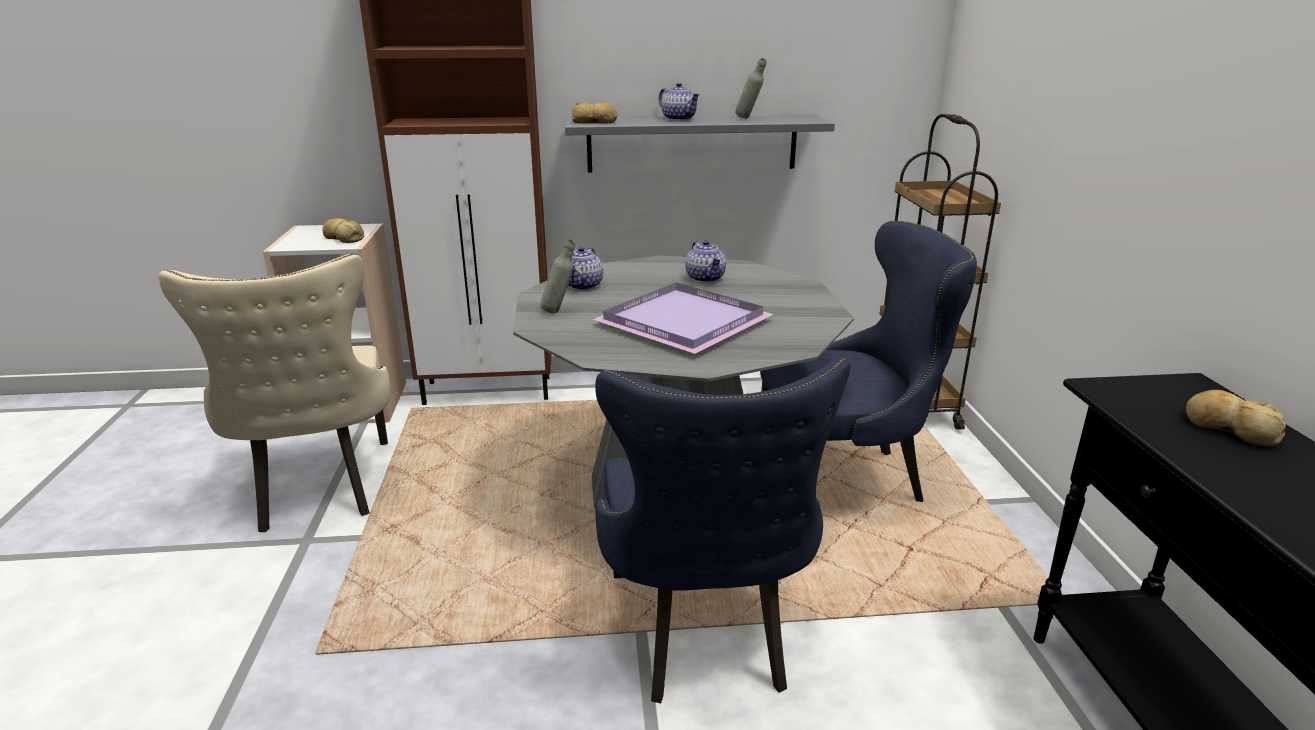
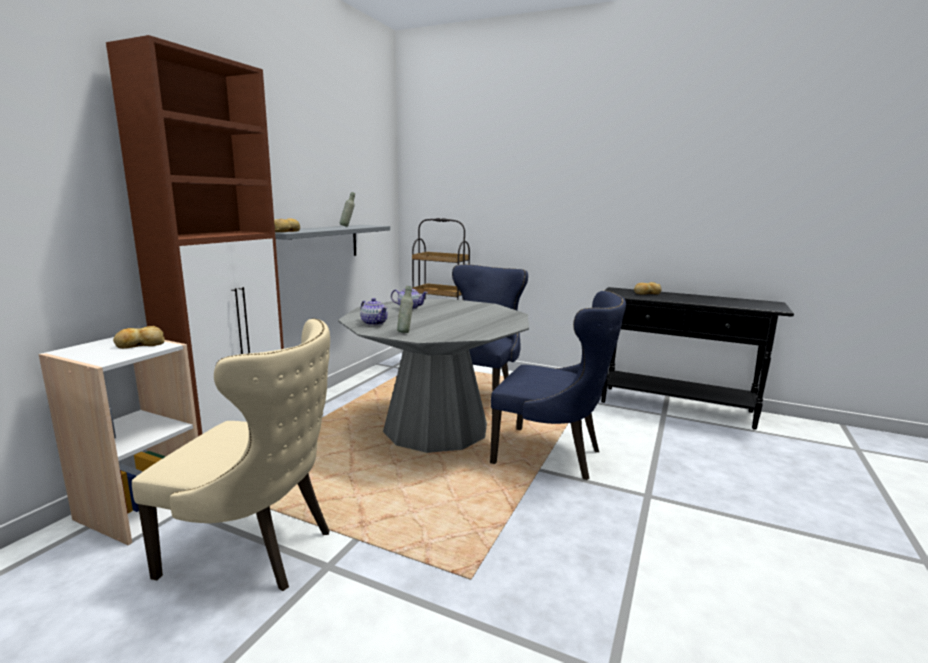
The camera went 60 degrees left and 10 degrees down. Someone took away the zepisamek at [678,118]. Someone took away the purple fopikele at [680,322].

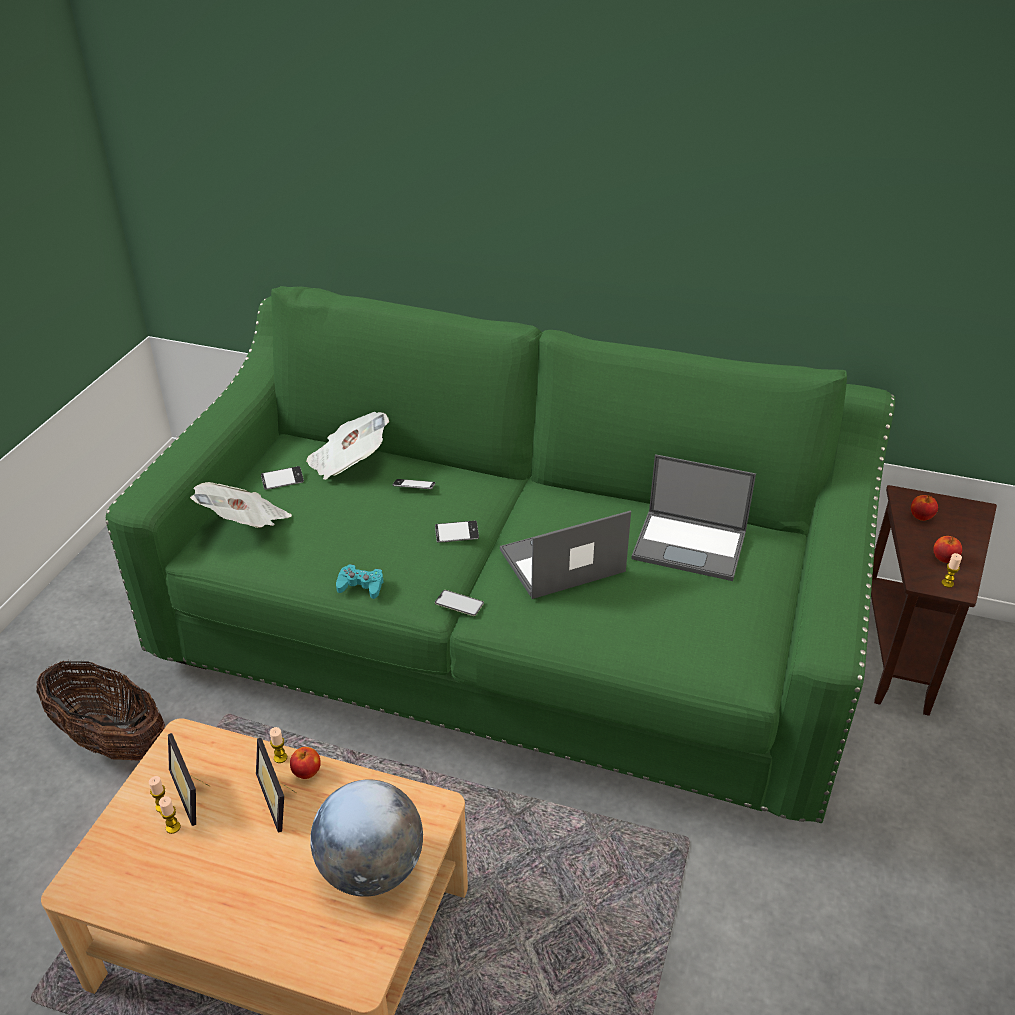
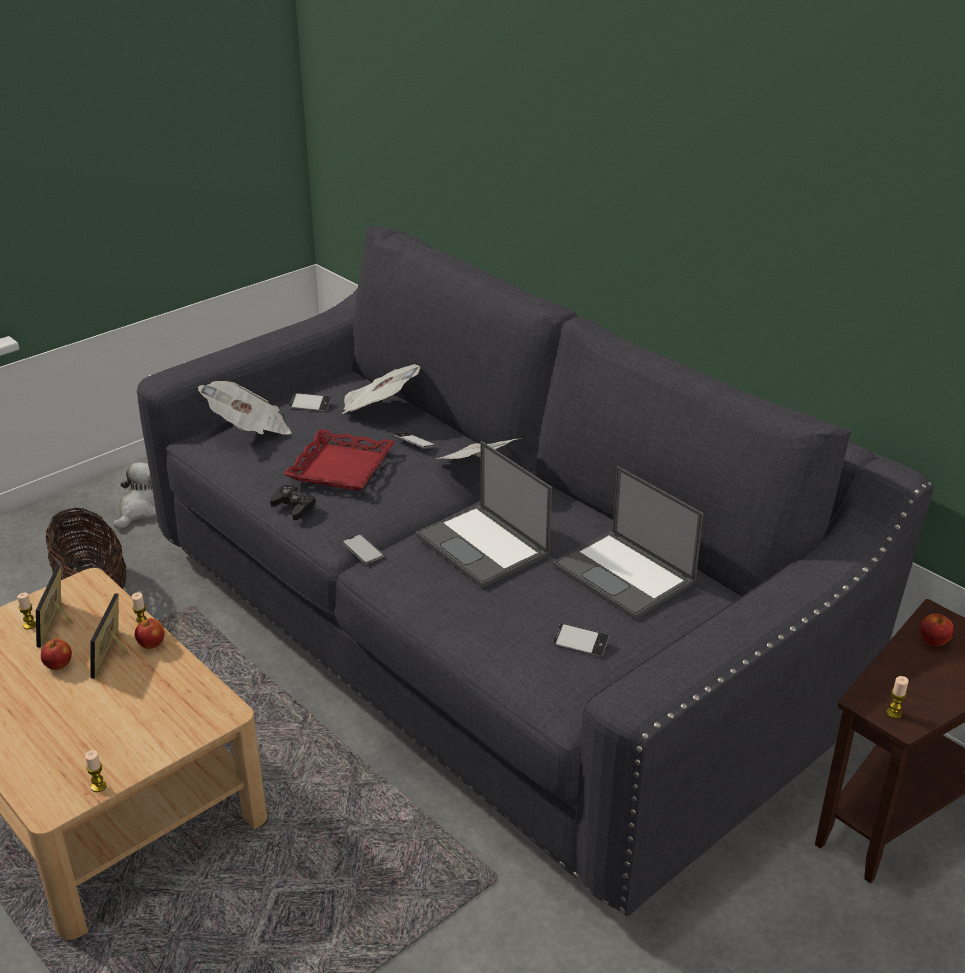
The camera went 30 degrees right and 5 degrees down. Someone repainted the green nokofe at [509,635], which became the grey nokofe at [484,634]. Someone rotated the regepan at [561,561] by 135 degrees counterclockwise. Someone carried the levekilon from [457,534] to [580,644]. Someone carried the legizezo from [944,558] to [58,665]. Someone repainted the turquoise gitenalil at [361,586], which became the black gitenalil at [294,507]. Someone took away the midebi at [371,869]. Someone carried the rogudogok from [173,827] to [98,786]. Someone put down the red fopikele at [340,467]. Someone put down the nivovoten at [478,469]. Someone put down the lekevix at [140,510].

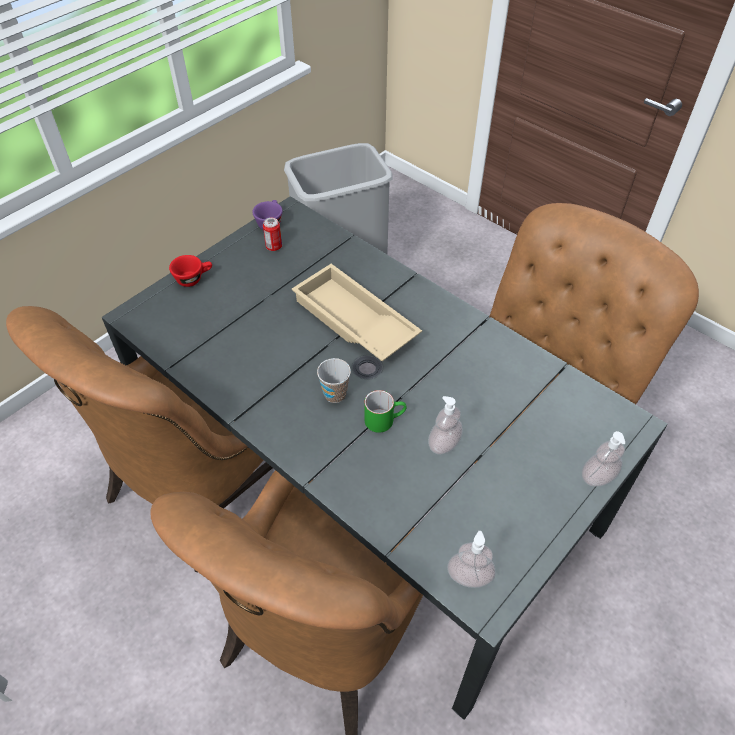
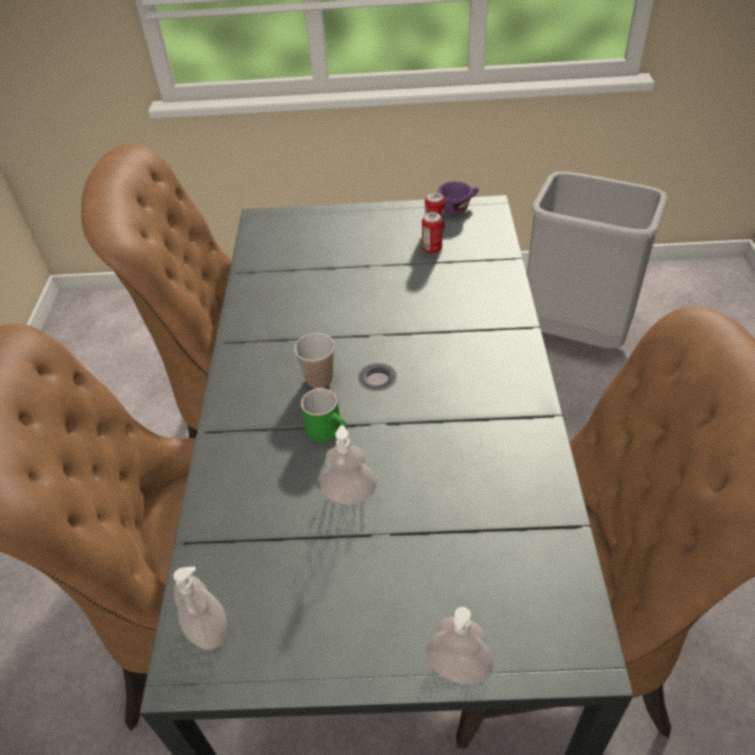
The camera went 50 degrees right and 5 degrees down. Someone took away the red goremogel at [193,278]. Someone took away the beige fopikele at [352,321]. Someone put down the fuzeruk at [432,249].

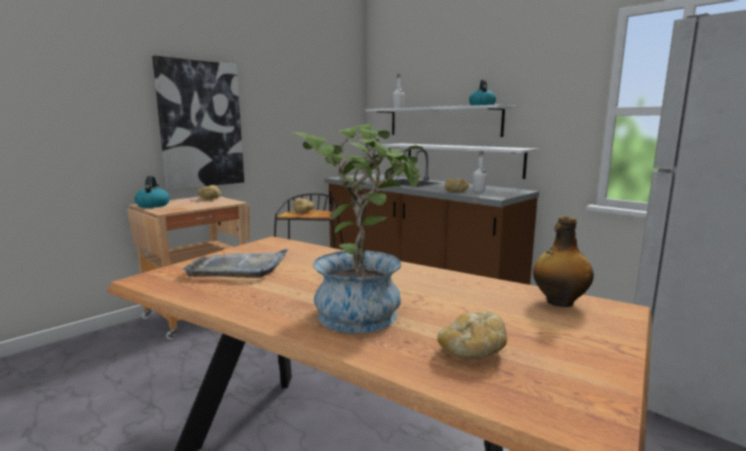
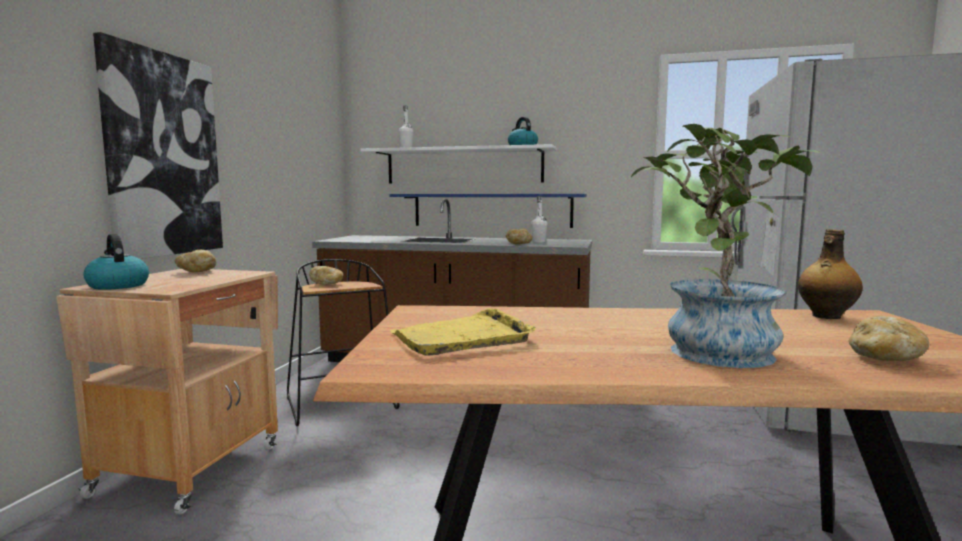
The camera went 30 degrees left and 5 degrees down. Someone repainted the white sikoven at [461,159], which became the blue sikoven at [491,210]. Someone repainted the grey fopikele at [240,267], which became the yellow fopikele at [462,337].

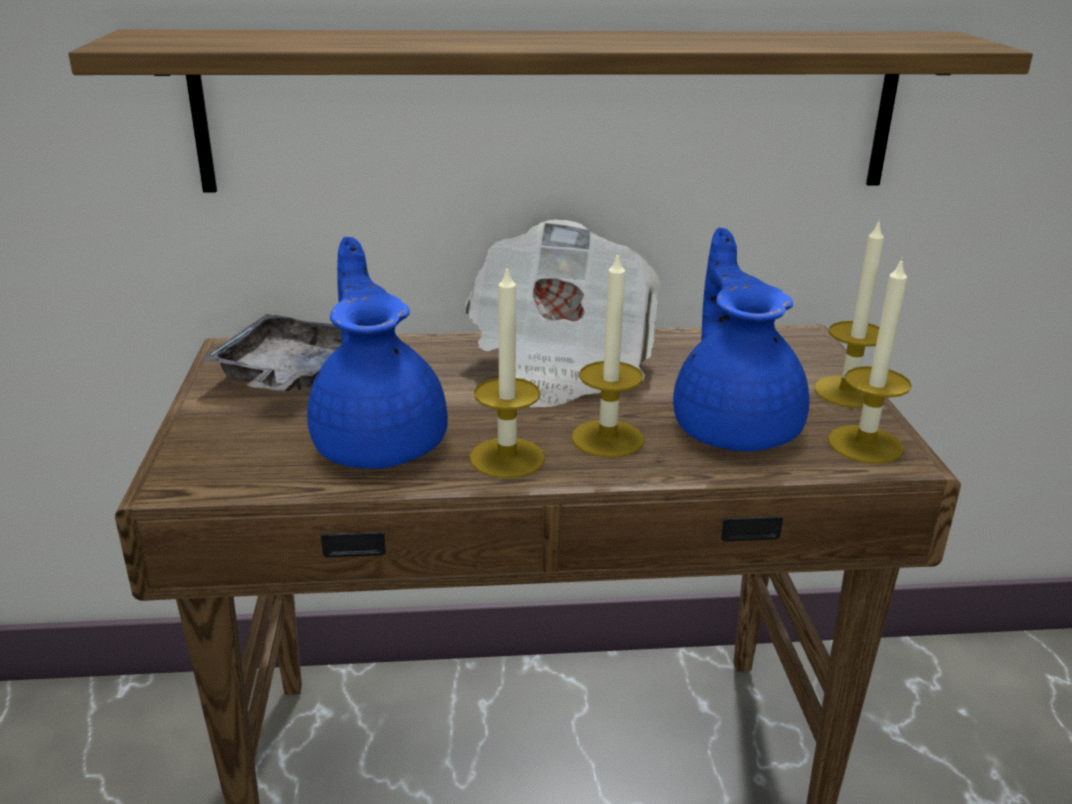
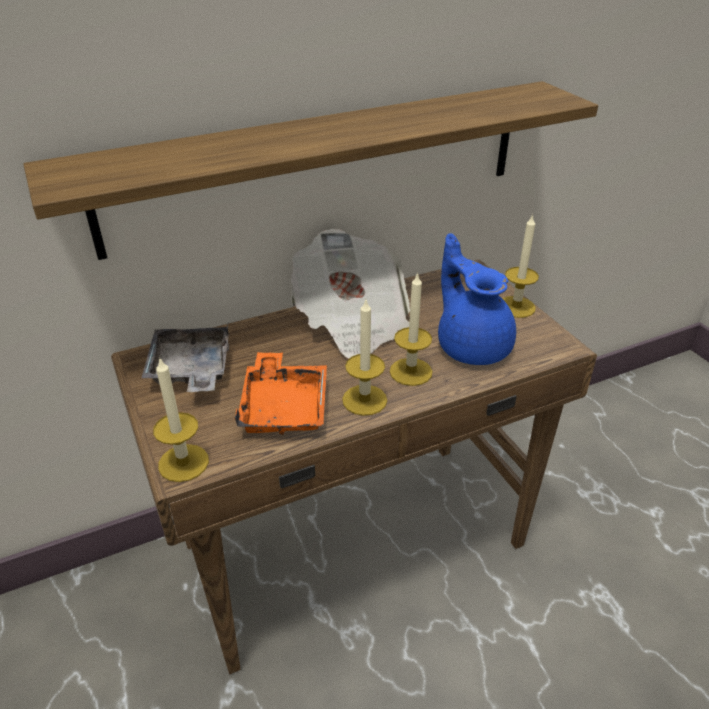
The camera went 20 degrees left and 10 degrees up. Someone swapped the blue zepisamek at [380,441] for the orange fopikele at [284,407]. Someone carried the rogudogok from [865,444] to [183,463].

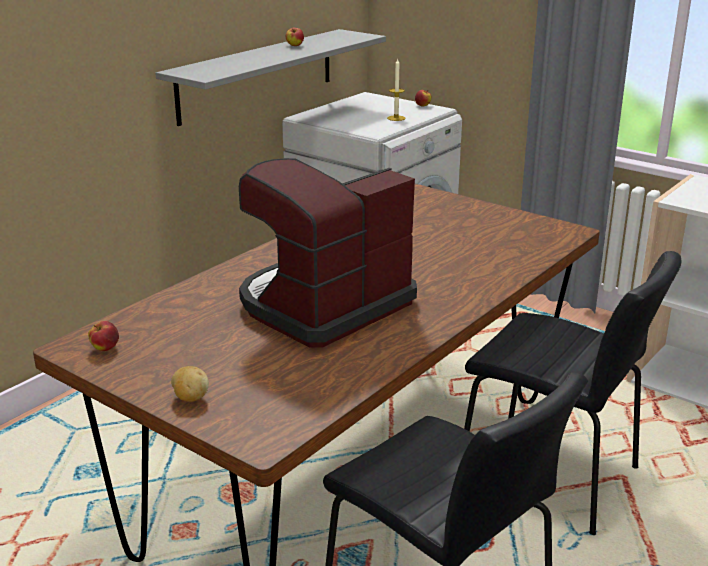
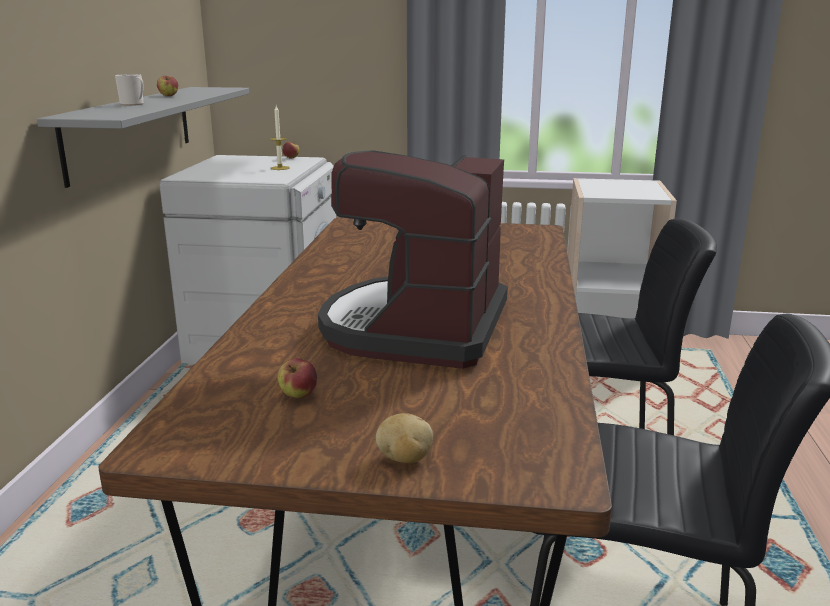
The camera went 30 degrees left and 5 degrees down. Someone carried the legizezo from [105,348] to [298,396]. Someone put down the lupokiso at [134,104].

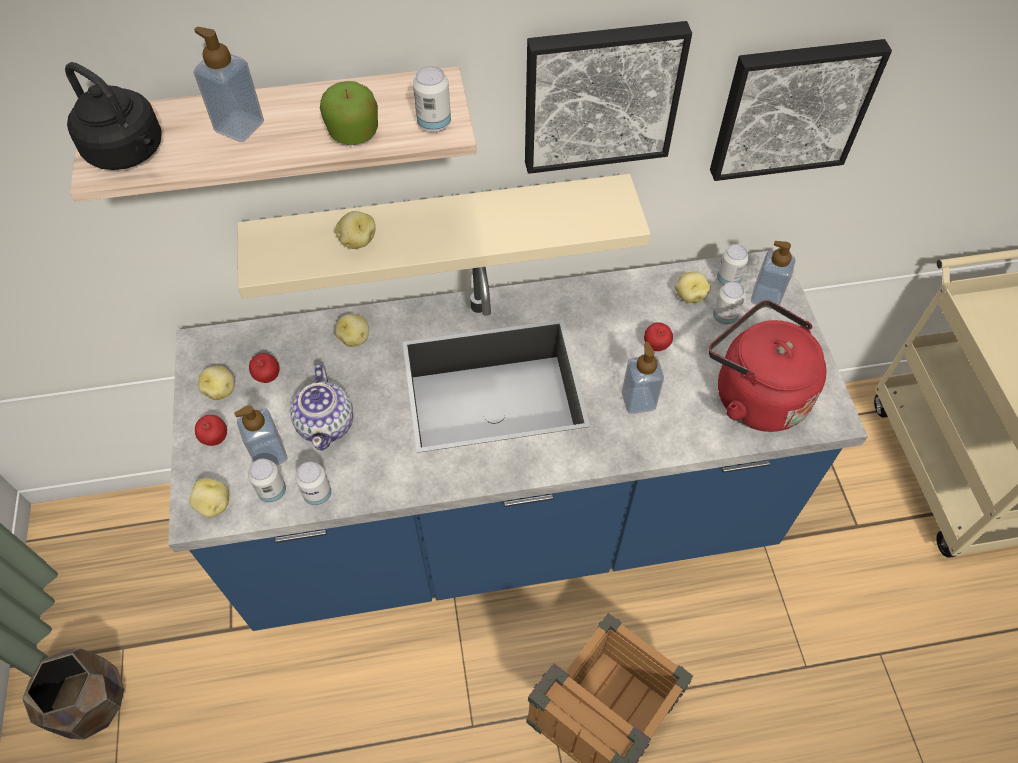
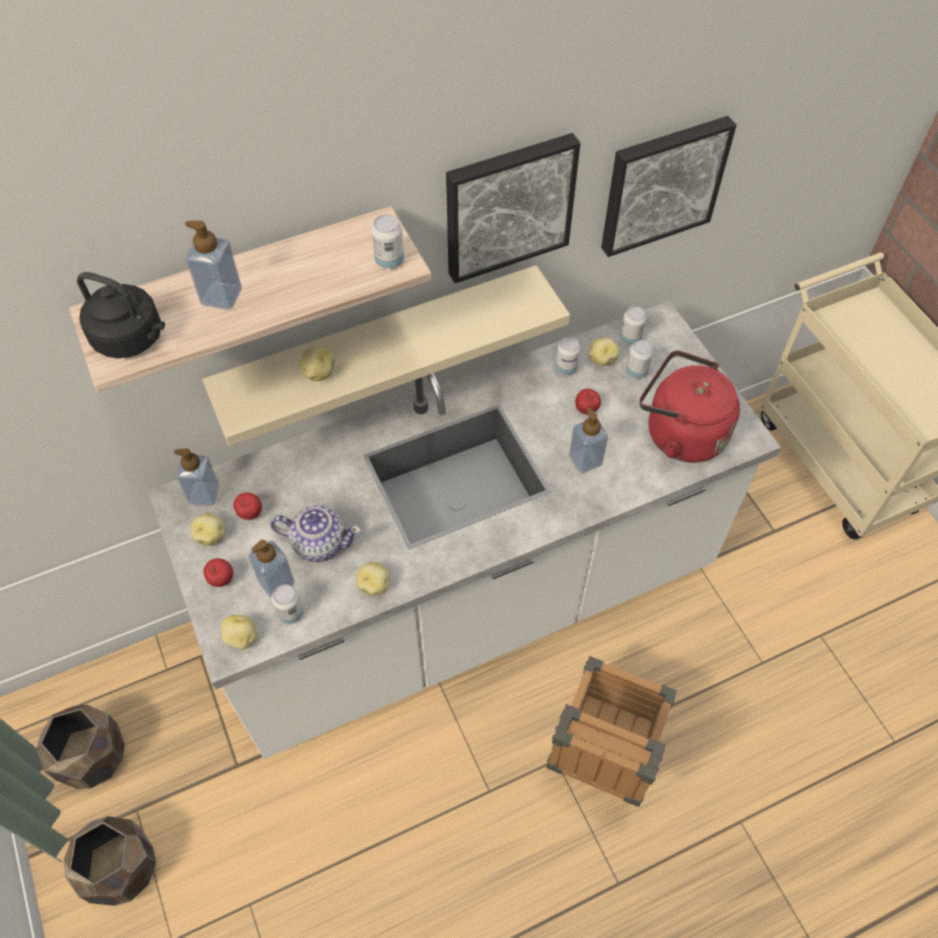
The camera went 15 degrees left and 0 degrees up. Someone took away the legizezo at [353,133]. Someone carried the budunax from [766,297] to [204,494]. Someone repainted the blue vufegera at [509,522], which became the white vufegera at [469,602]. Someone carried the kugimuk from [354,338] to [374,584]. Someone rotated the zepisamek at [326,423] by 60 degrees counterclockwise. Someone carried the fuzeruk from [317,494] to [566,368]. Someone put down the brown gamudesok at [92,757].

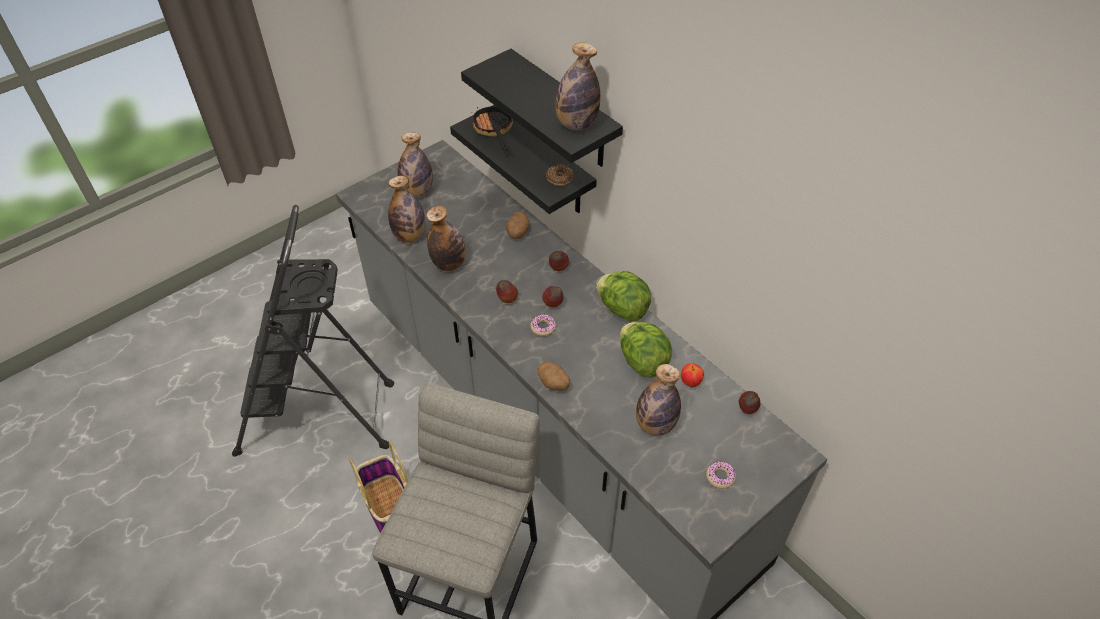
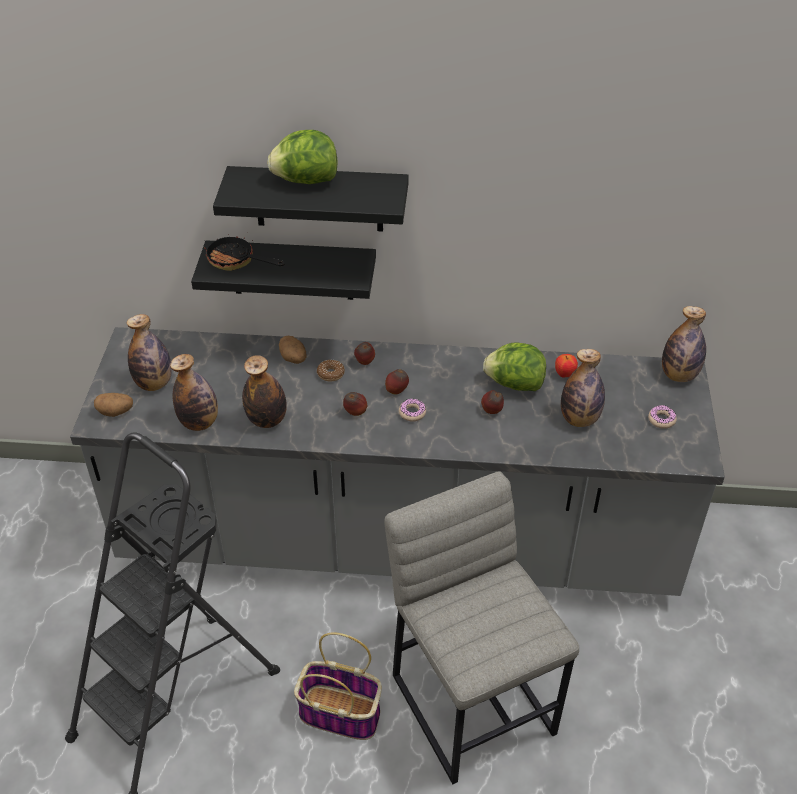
The camera went 45 degrees left and 5 degrees down. Someone carried the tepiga from [576,124] to [678,375]. Someone carried the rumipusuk from [559,178] to [331,374]. Someone carried the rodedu from [622,308] to [305,181]. Someone carried the kugimuk from [554,383] to [116,412]. Someone carried the legizezo from [747,410] to [492,412].

